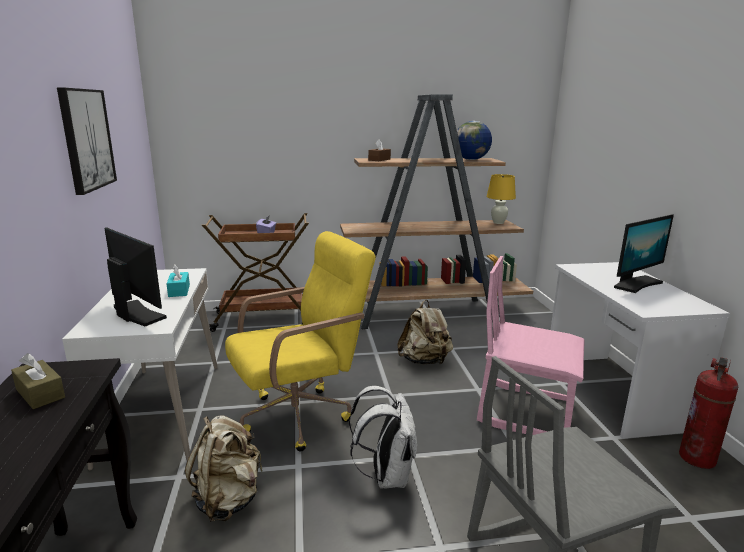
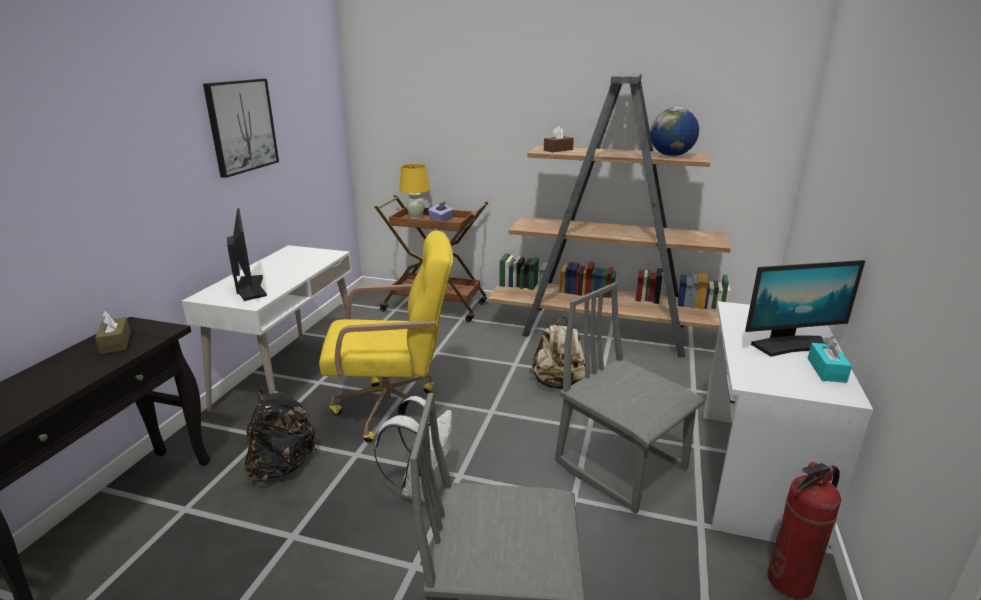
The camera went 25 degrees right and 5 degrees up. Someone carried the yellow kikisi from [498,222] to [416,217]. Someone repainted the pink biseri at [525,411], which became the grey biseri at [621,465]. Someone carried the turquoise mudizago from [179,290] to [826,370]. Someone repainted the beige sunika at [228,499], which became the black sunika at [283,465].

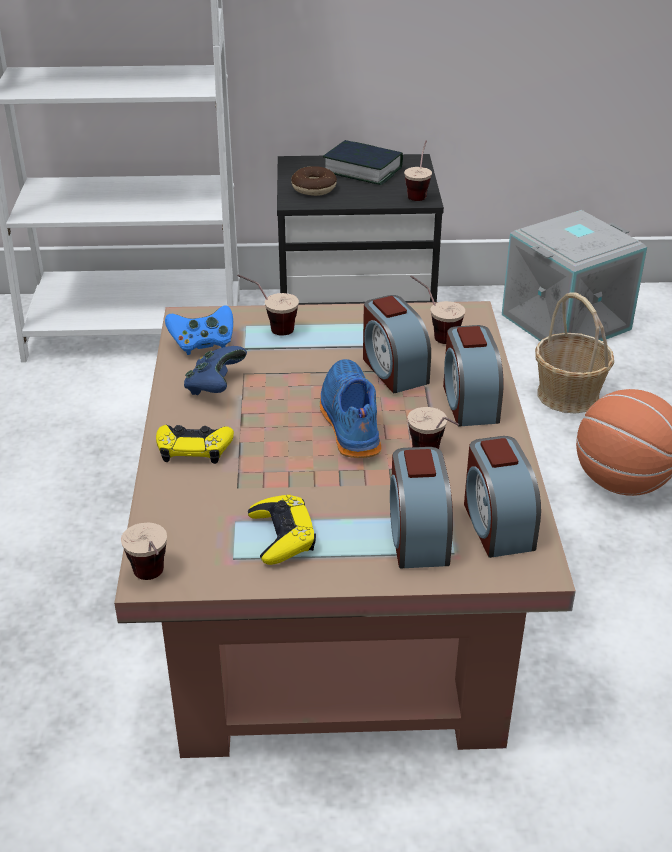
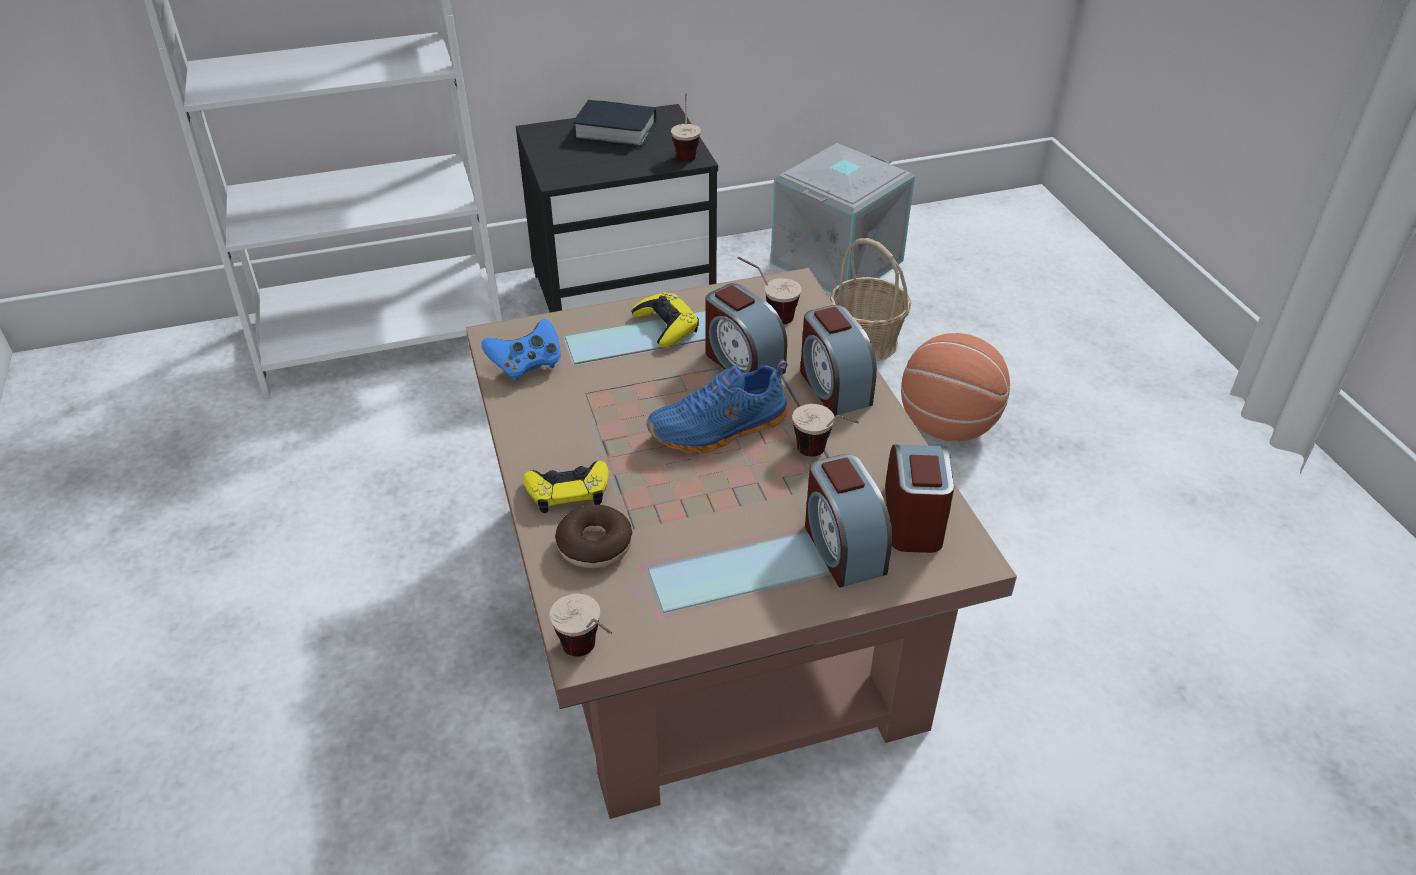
The camera went 15 degrees left and 5 degrees up. Someone carried the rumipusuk from [314,188] to [594,545]. Someone took away the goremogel at [269,328]. Someone took away the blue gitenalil at [215,386]. Someone rotated the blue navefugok at [348,421] by 90 degrees counterclockwise. Someone rotated the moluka at [496,524] by 150 degrees counterclockwise. Someone carried the yellow gitenalil from [282,536] to [666,326].

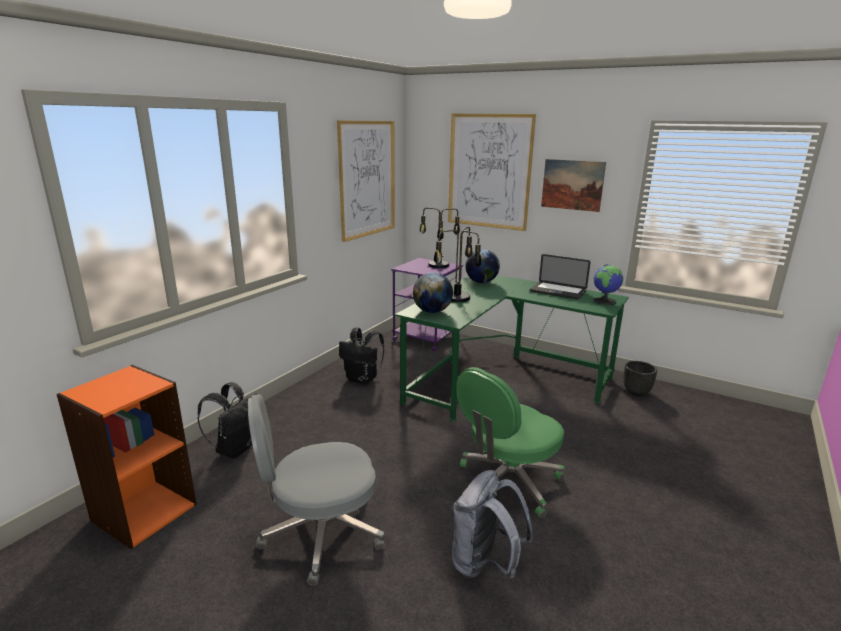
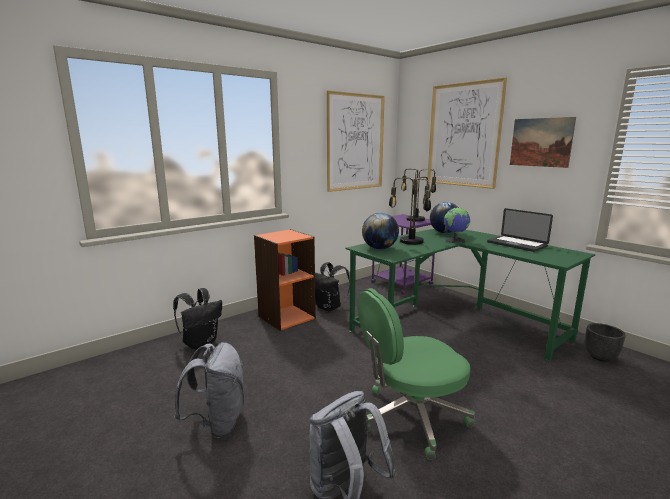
The camera went 20 degrees right and 5 degrees down. Someone carried the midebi from [605,301] to [455,240]. Someone carried the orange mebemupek from [144,512] to [286,317]. Someone swapped the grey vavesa at [320,534] for the grey sunika at [217,423].

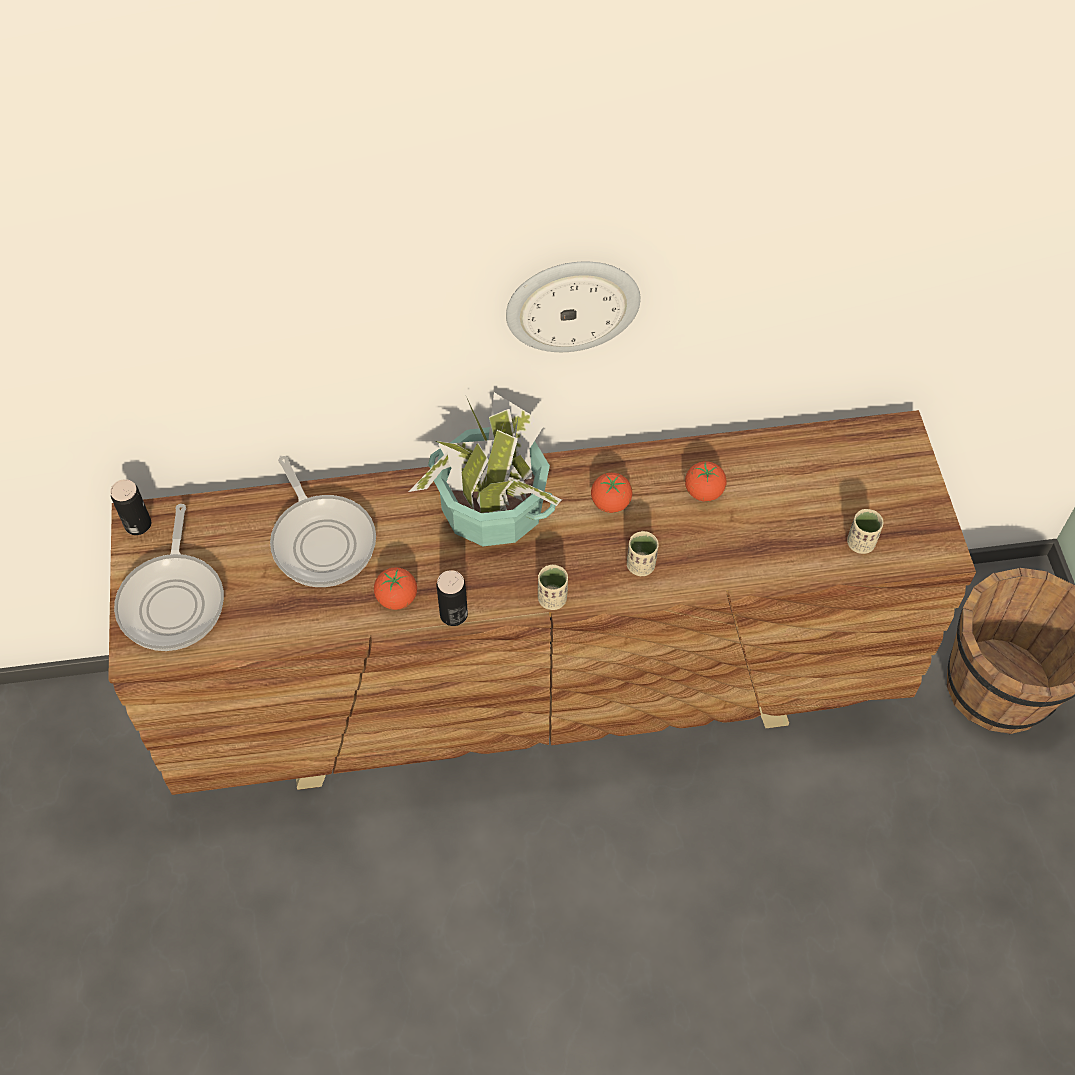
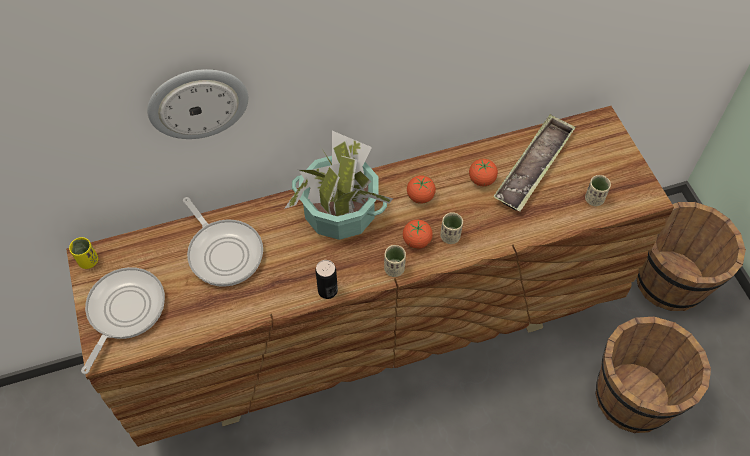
The camera went 10 degrees left and 0 degrees up. Someone carried the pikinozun from [572,304] to [197,102]. Someone swapped the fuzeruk at [138,524] for the yellow goremogel at [88,261]. Someone rotated the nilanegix at [173,600] by 150 degrees counterclockwise. Someone carried the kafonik from [397,598] to [417,241]. Someone put down the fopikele at [534,167]. Someone put down the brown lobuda at [633,396].

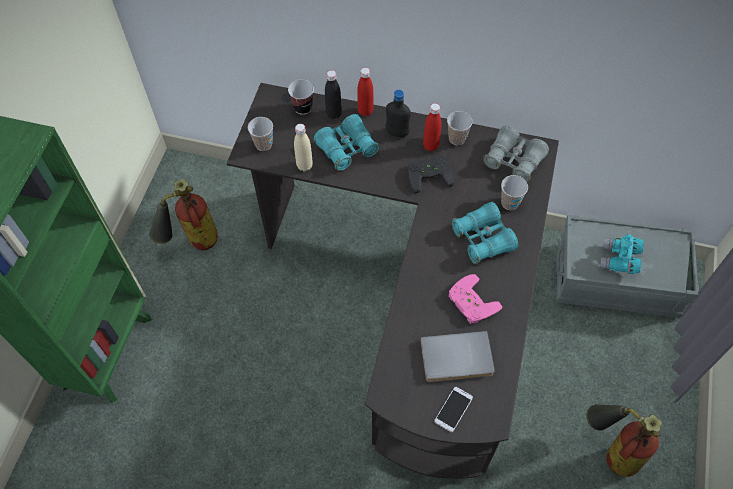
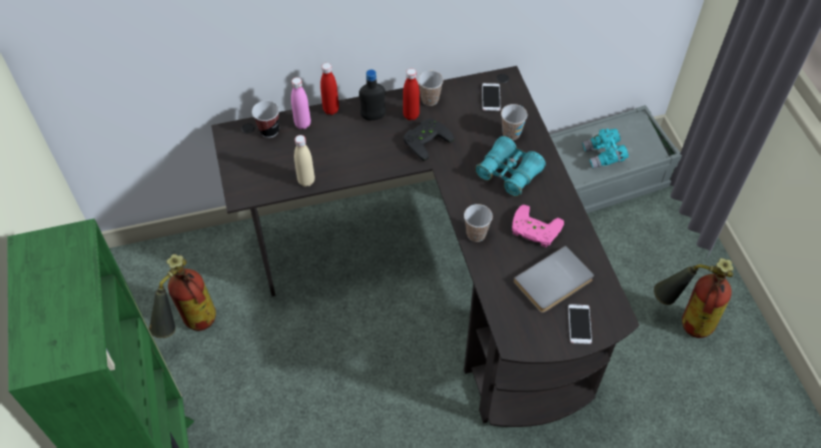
The camera went 30 degrees left and 5 degrees down. Someone repainted the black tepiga at [334,114], which became the pink tepiga at [302,124]. Someone took away the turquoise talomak at [347,149]. Someone carried the goremogel from [263,144] to [476,234]. Someone swapped the grey talomak at [513,160] for the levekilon at [491,97].

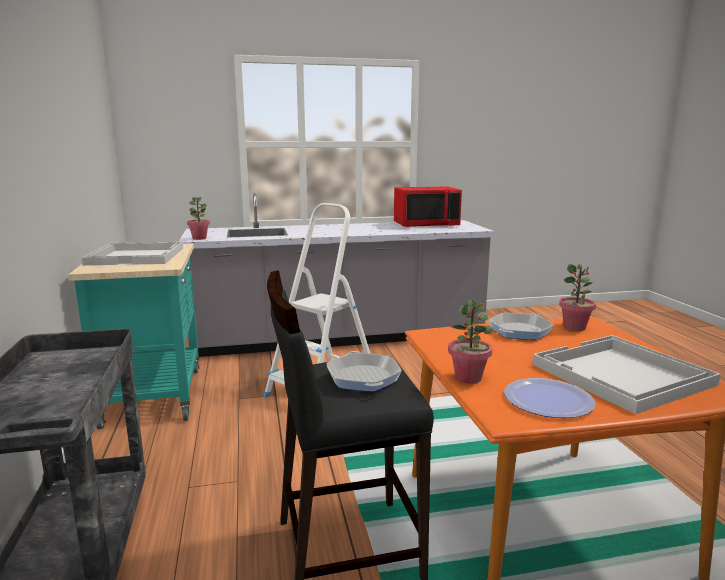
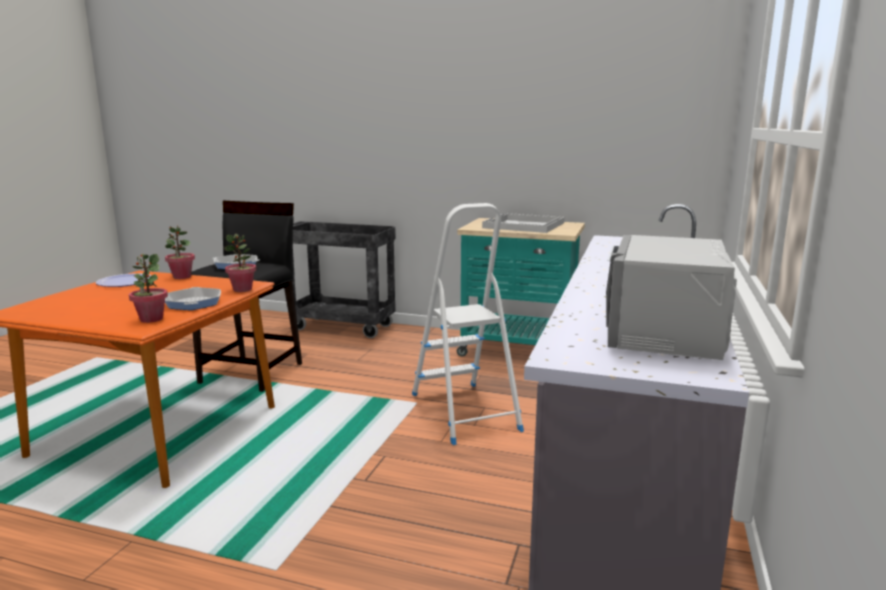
The camera went 120 degrees right and 0 degrees up. Someone repainted the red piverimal at [426,224], which became the grey piverimal at [667,335]. Someone carried the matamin from [199,238] to [242,289]. Someone took away the white fopikele at [621,375].

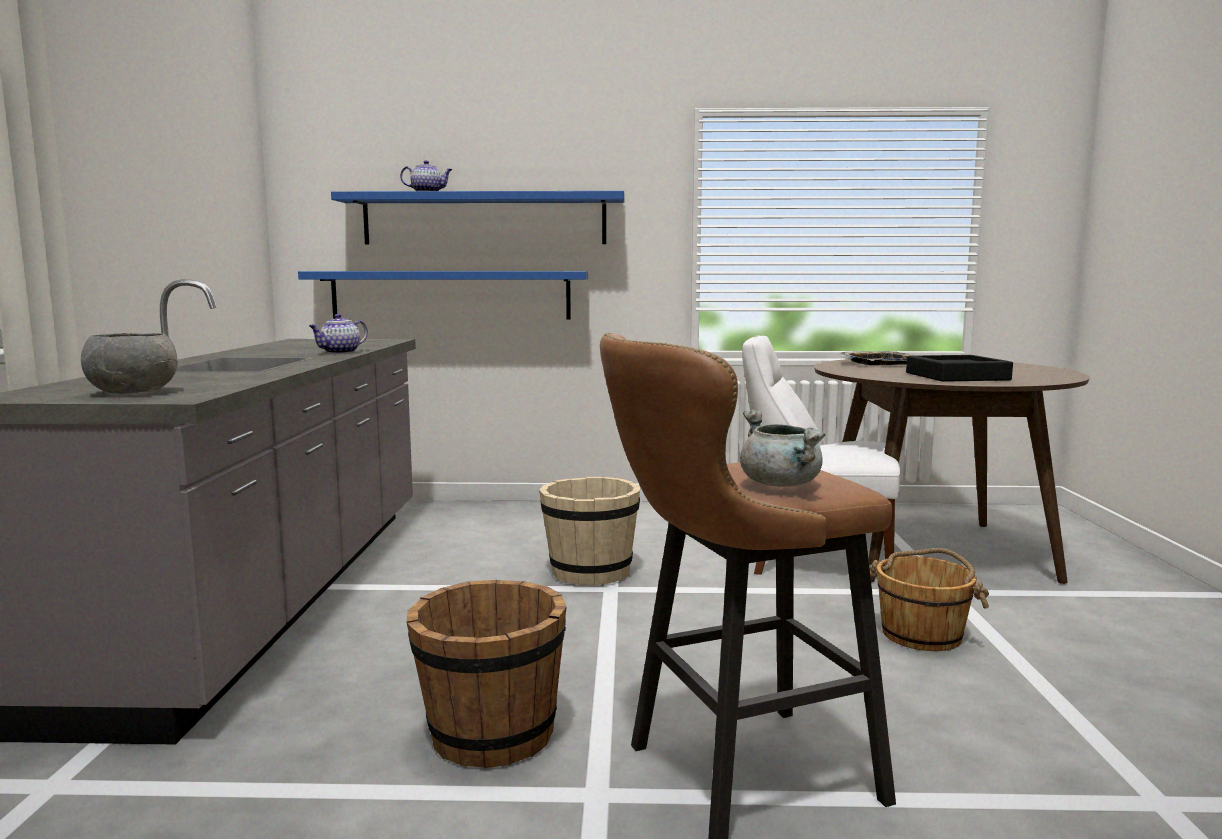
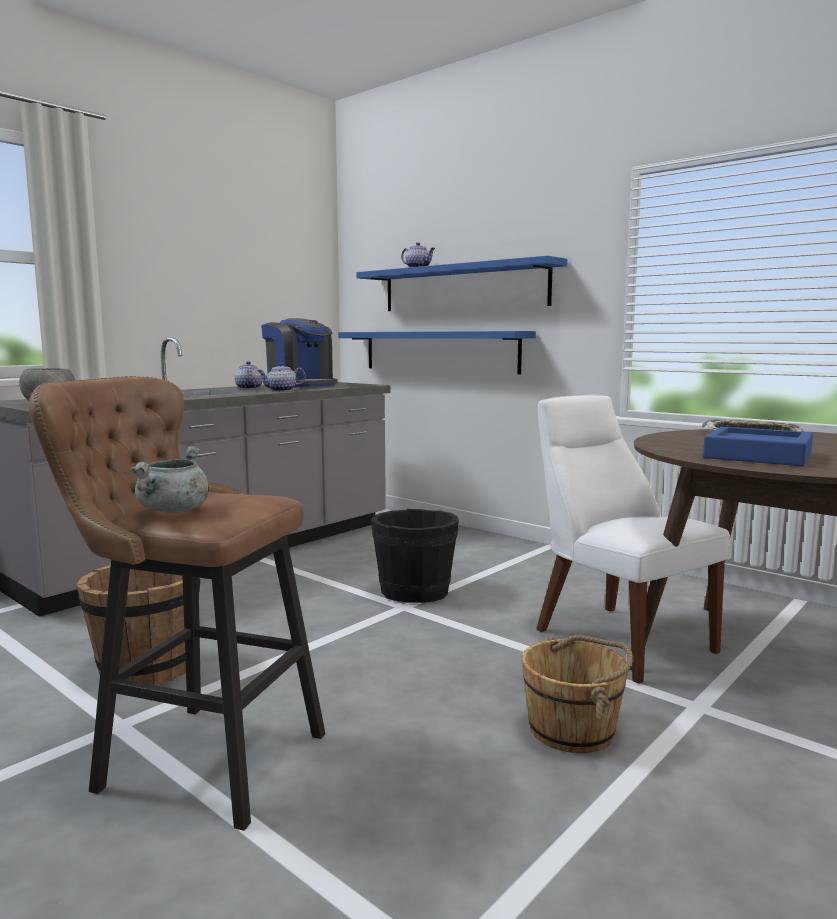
The camera went 40 degrees right and 0 degrees up. Someone repainted the black fopikele at [956,376], which became the blue fopikele at [757,455]. Someone repainted the beige lobuda at [590,573], which became the black lobuda at [415,592]. Someone put down the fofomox at [301,385]. Someone put down the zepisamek at [248,388].

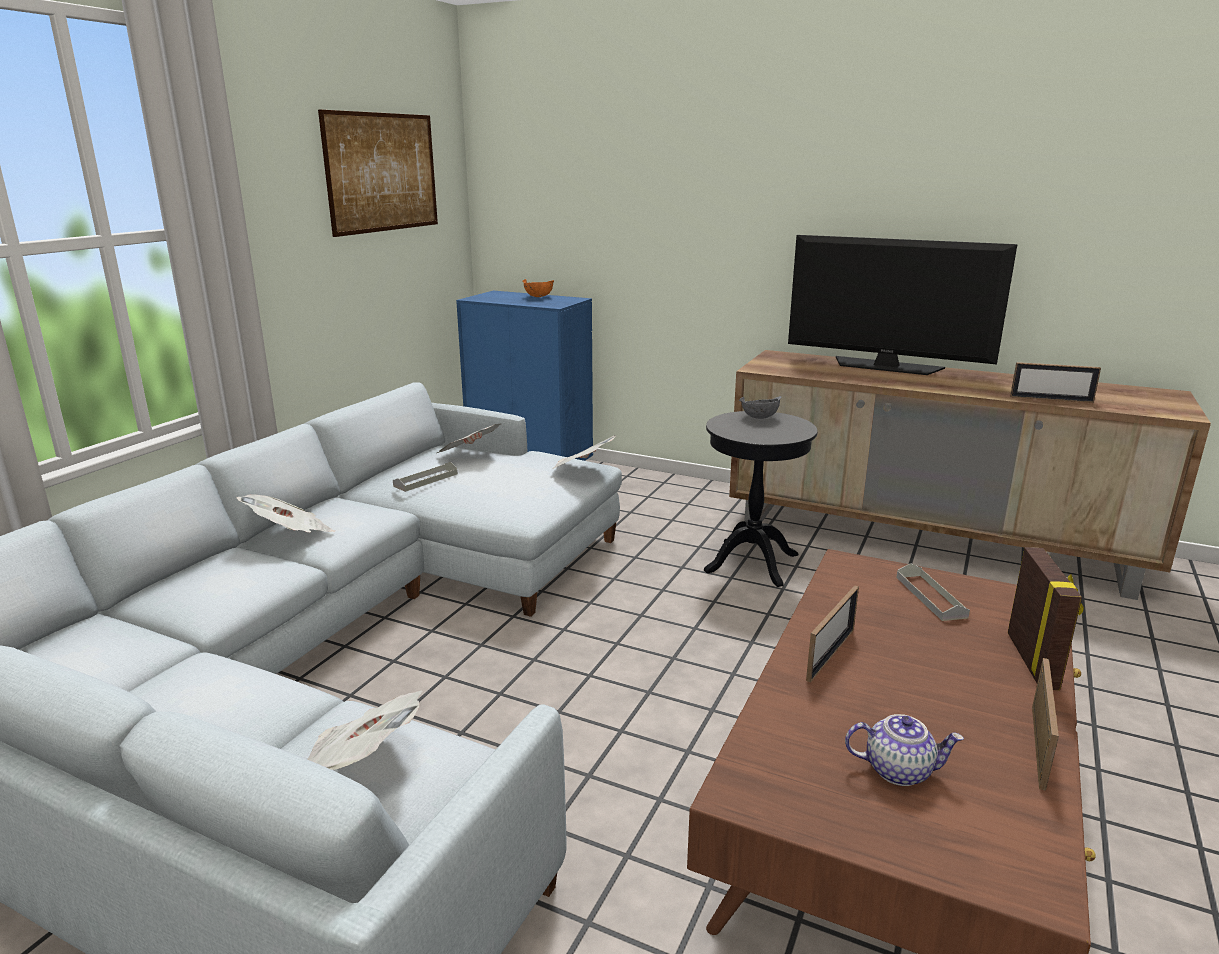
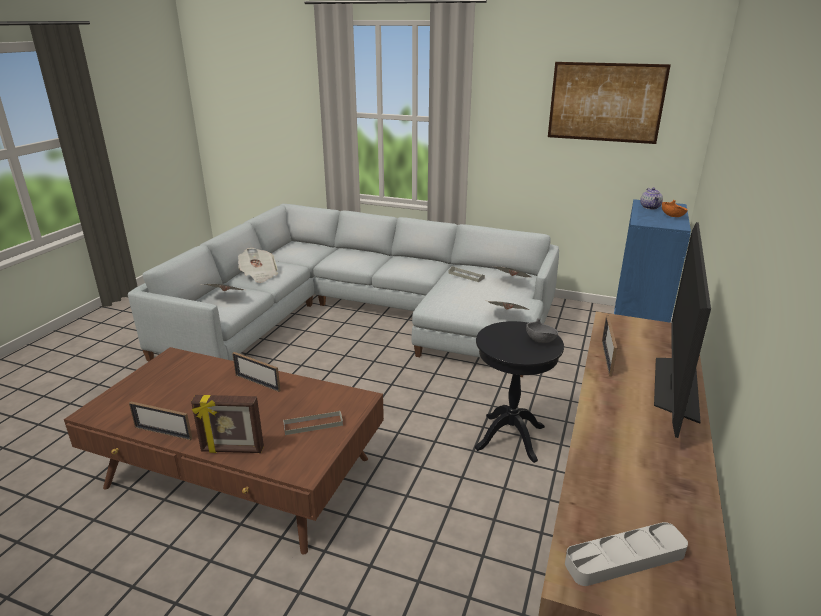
The camera went 85 degrees right and 5 degrees up. Someone carried the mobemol from [1051,399] to [606,358]. Someone carried the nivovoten from [290,534] to [259,275]. Someone carried the zepisamek from [899,770] to [650,207]. Someone put down the grey fopikele at [625,558].

